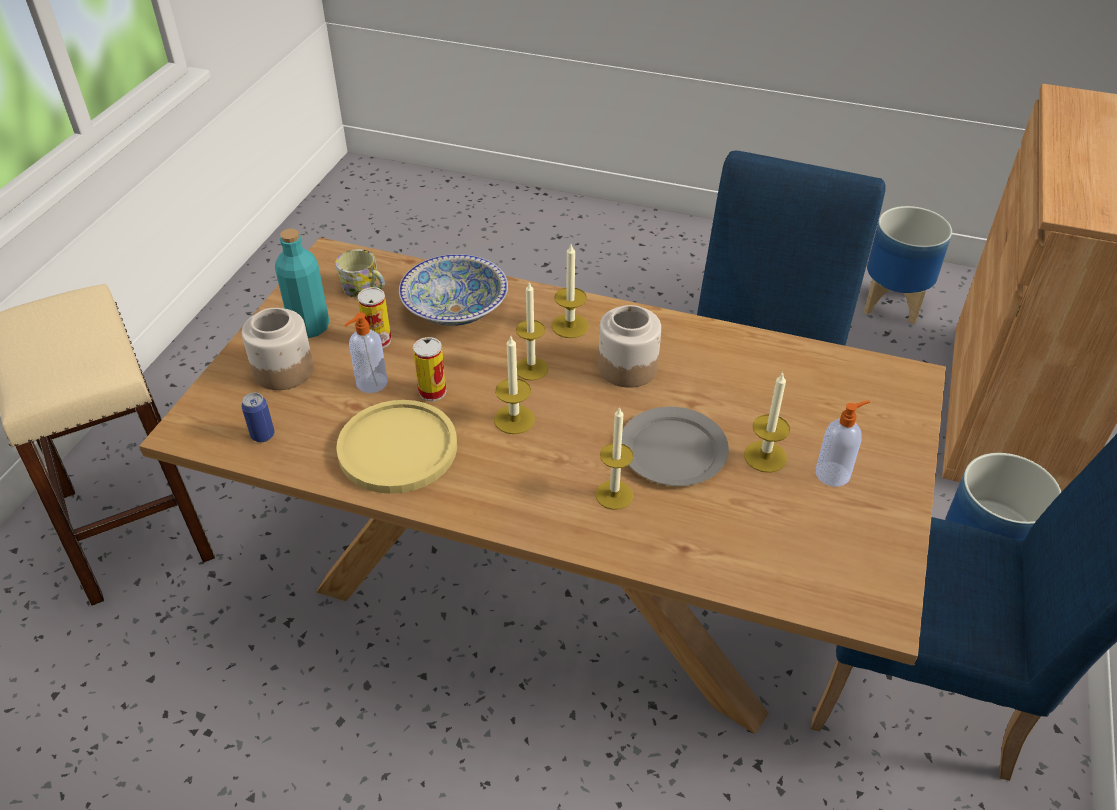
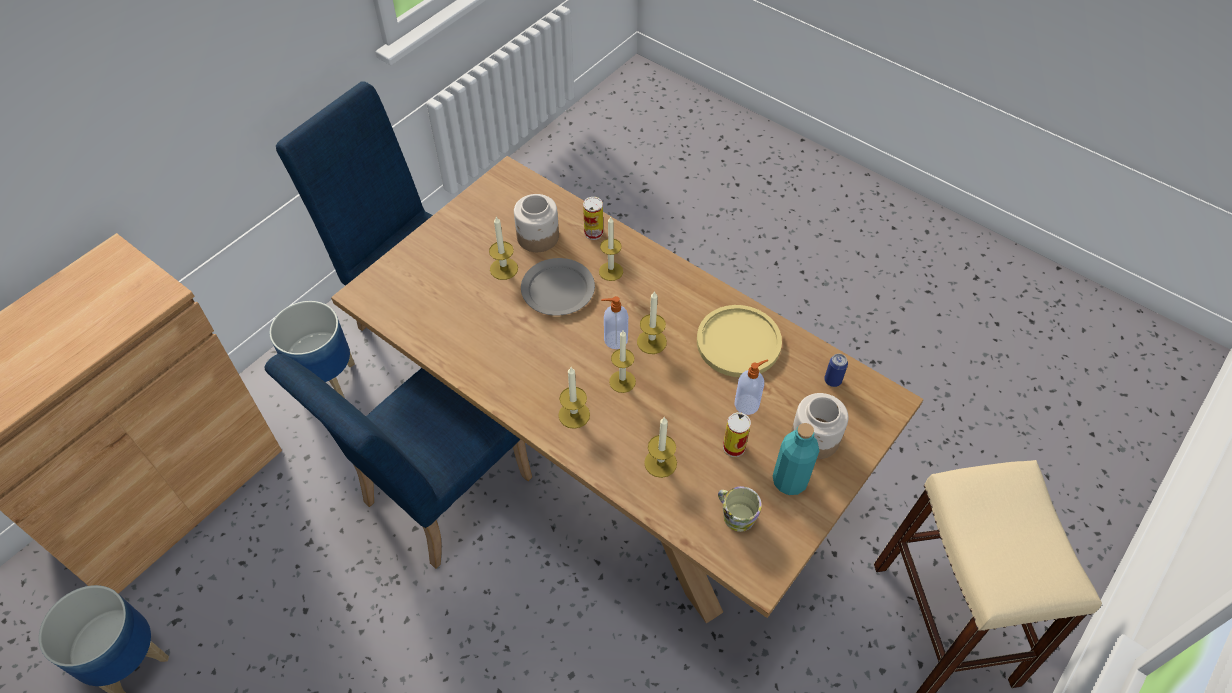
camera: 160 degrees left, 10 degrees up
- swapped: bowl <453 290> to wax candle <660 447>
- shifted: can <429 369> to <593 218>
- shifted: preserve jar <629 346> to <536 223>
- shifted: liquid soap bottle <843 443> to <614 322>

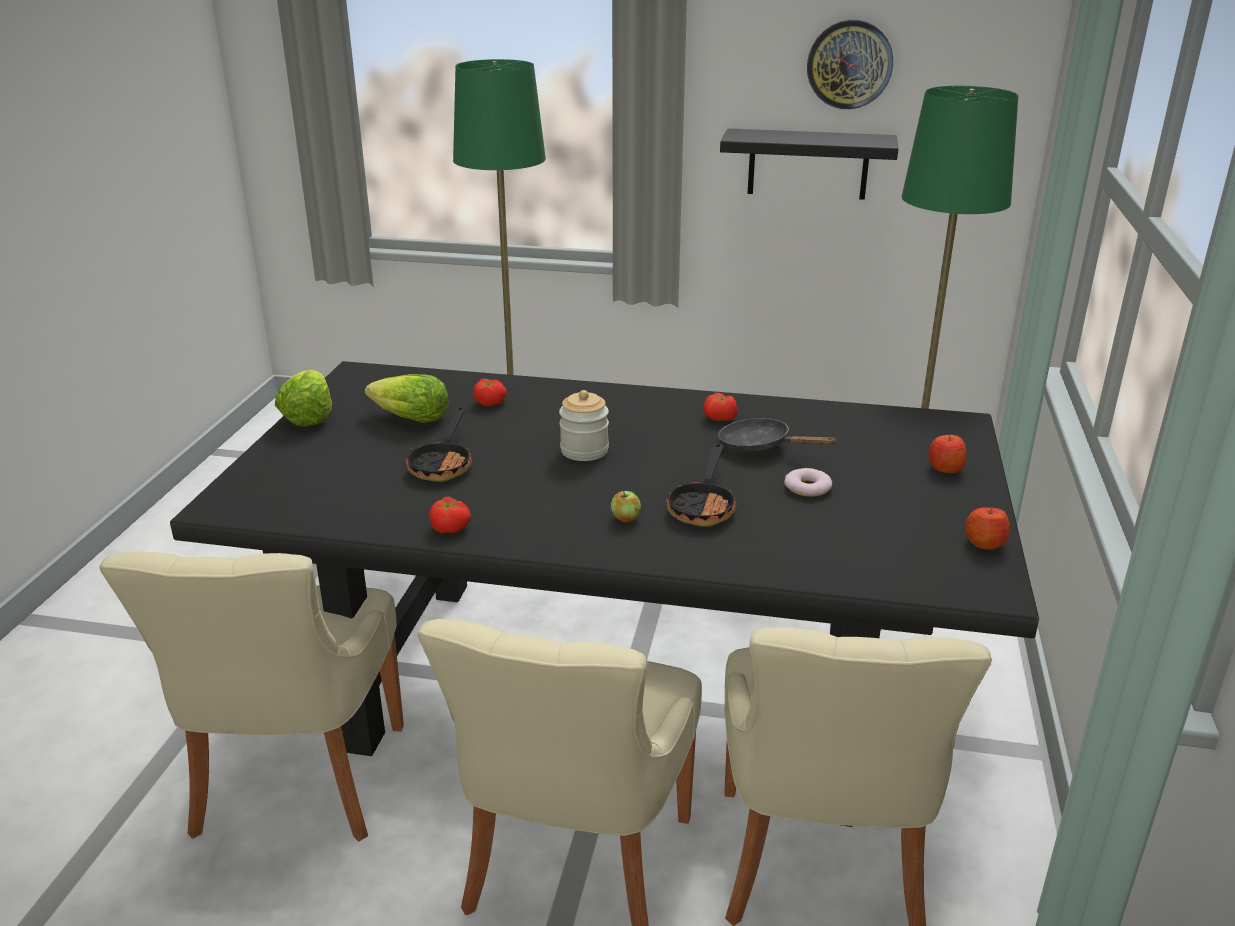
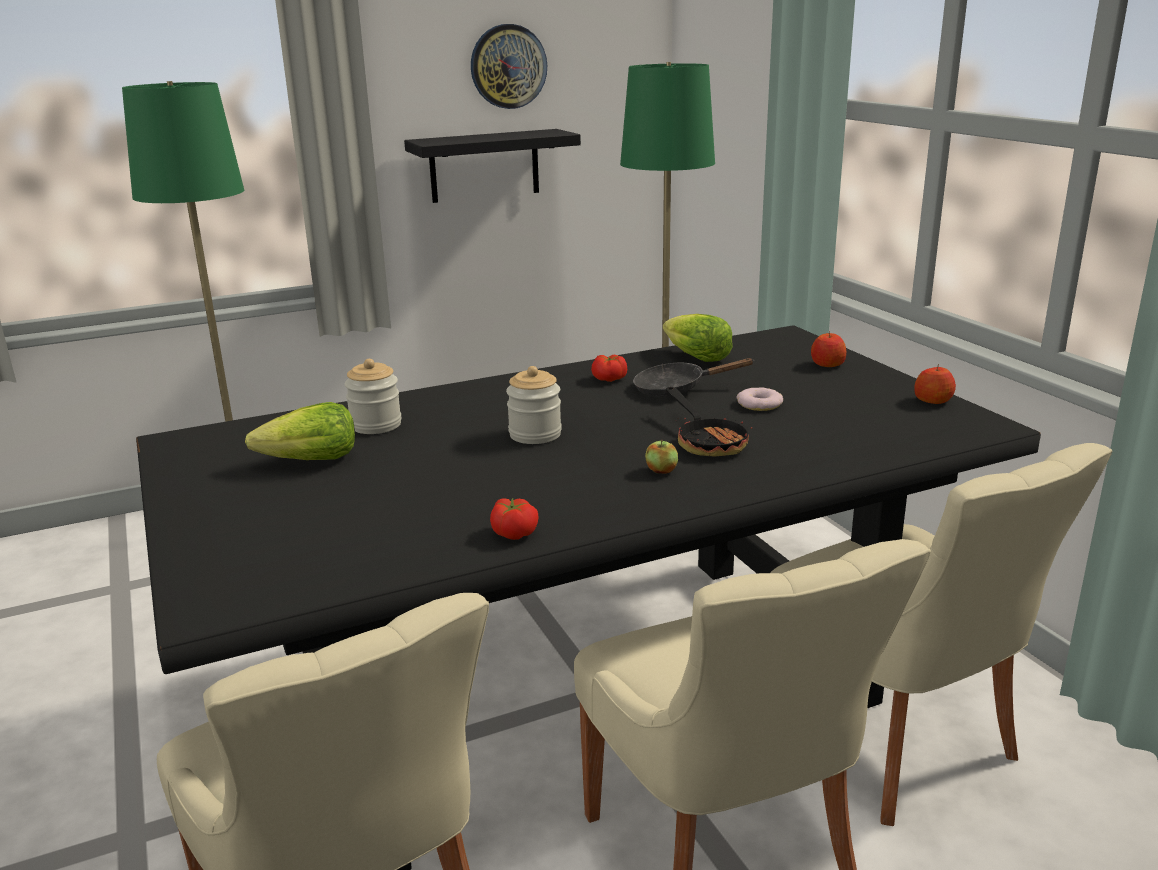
camera: 35 degrees left, 5 degrees down
- shifted: lettuce head <303 398> to <698 338>
- gone: pan <438 444>
- swapped: tomato <490 392> to preserve jar <373 396>

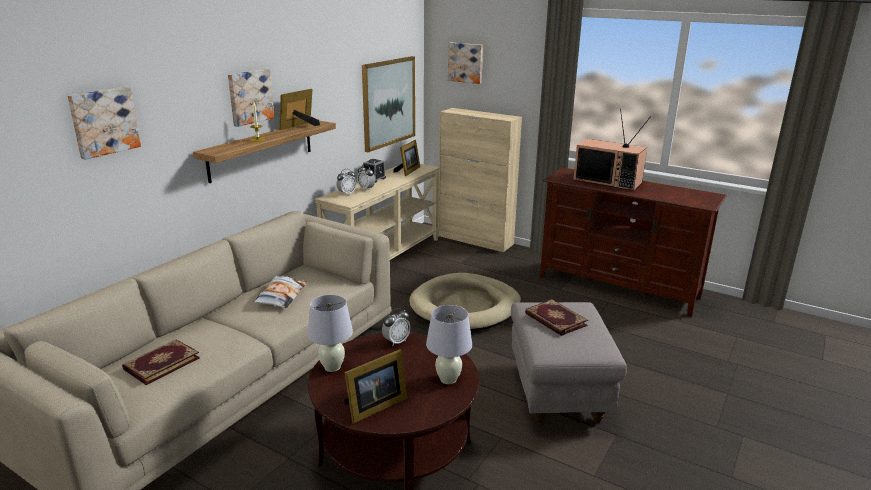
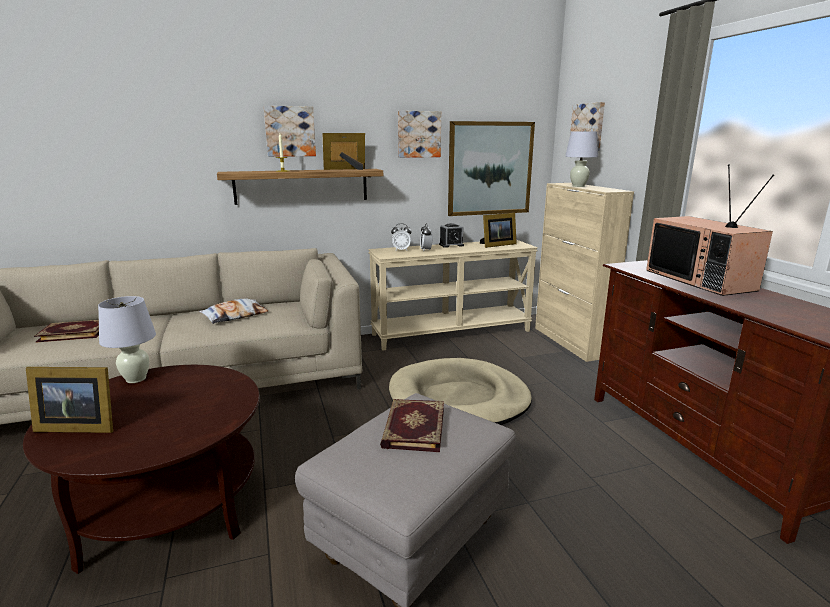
camera: 40 degrees right, 5 degrees down
- shifted: picture <104 123> to <419 134>
- gone: bedside clock <396 327>
- shifted: lamp for a table (white-coloured) <449 344> to <581 159>

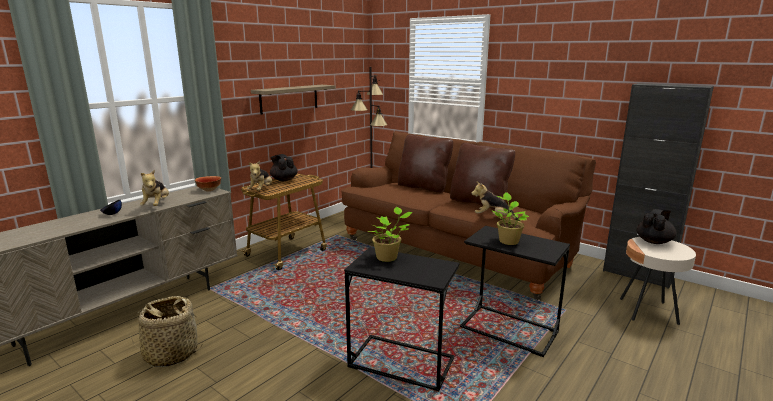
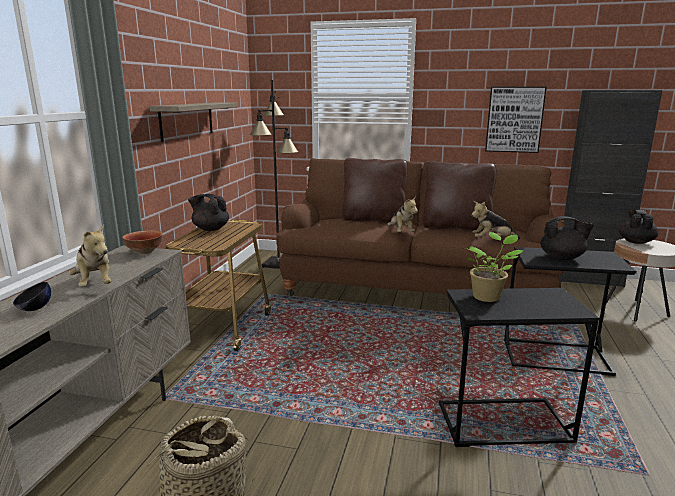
camera: 25 degrees left, 0 degrees up
- shifted: cuddly toy <259 176> to <403 214>
- swapped: houseplant <510 218> to pot for tea (black) <567 238>
- new: picture <516 120>

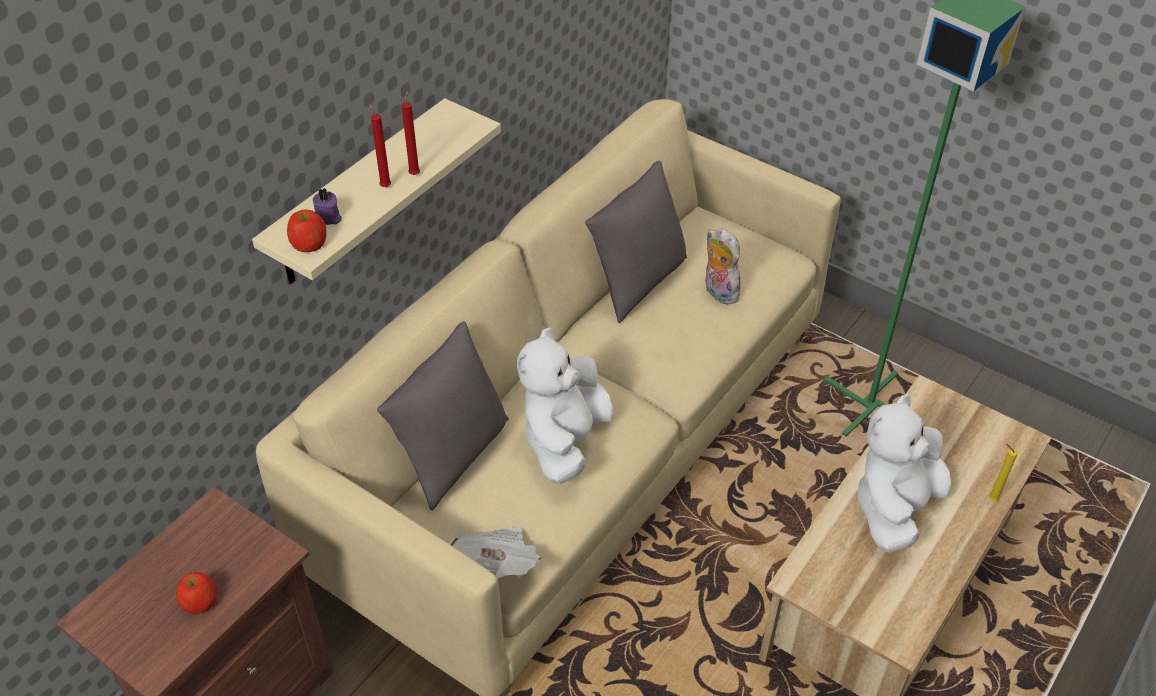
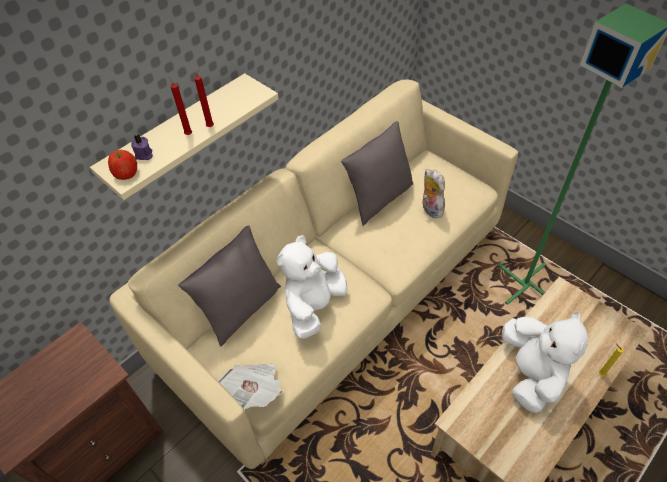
camera: 10 degrees right, 5 degrees up
- gone: apple fruit <196 593>
- rotated: cuddly toy (white-coloured) <903 473> = <545 362> 135 degrees clockwise

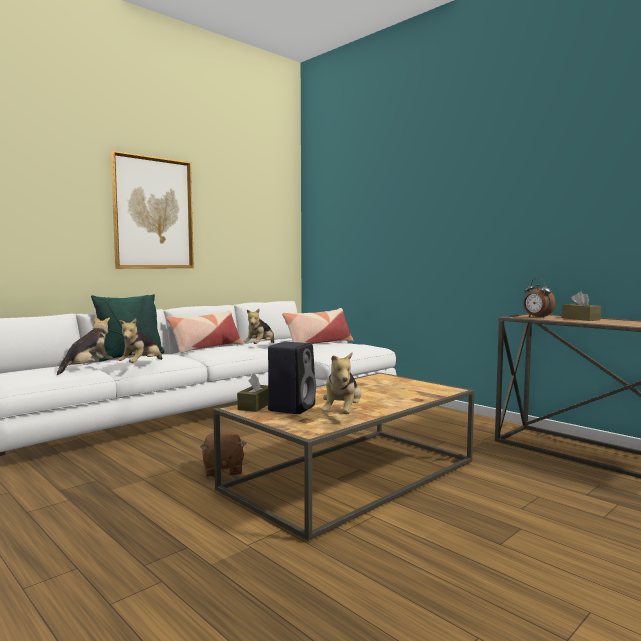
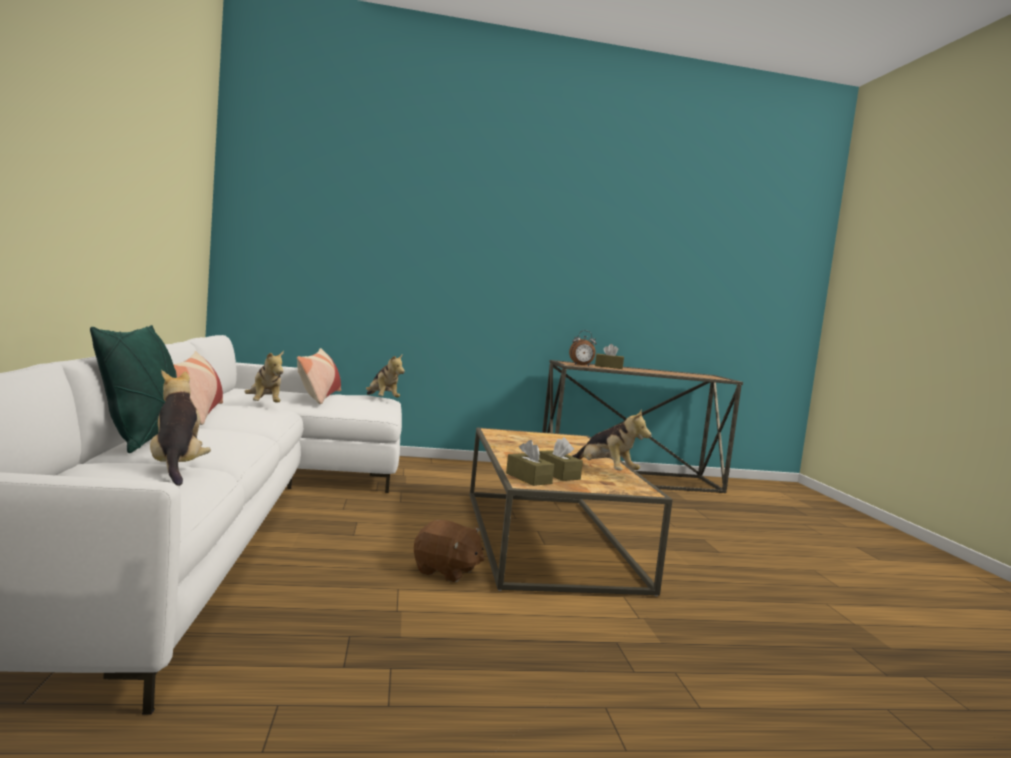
camera: 55 degrees left, 0 degrees up
- gone: picture <152 210>
- shifted: cuddly toy <140 341> to <385 376>
- swapped: loudspeaker (black) <292 378> to tissue holder (brownish) <561 459>

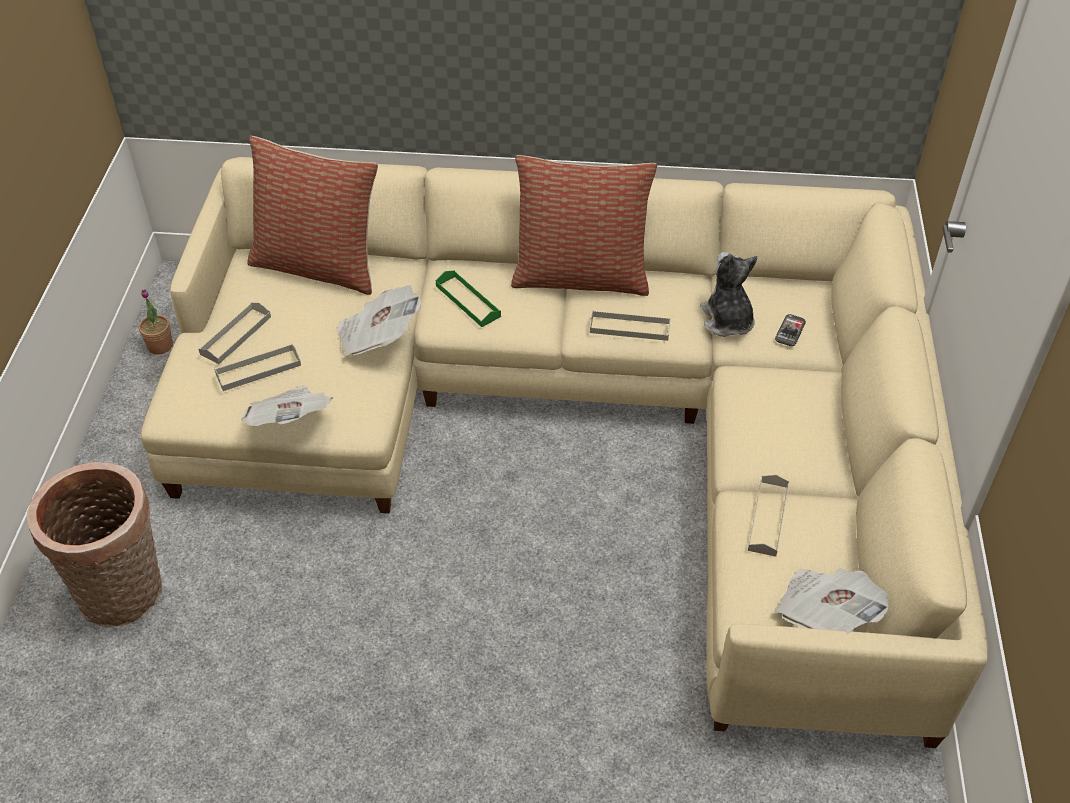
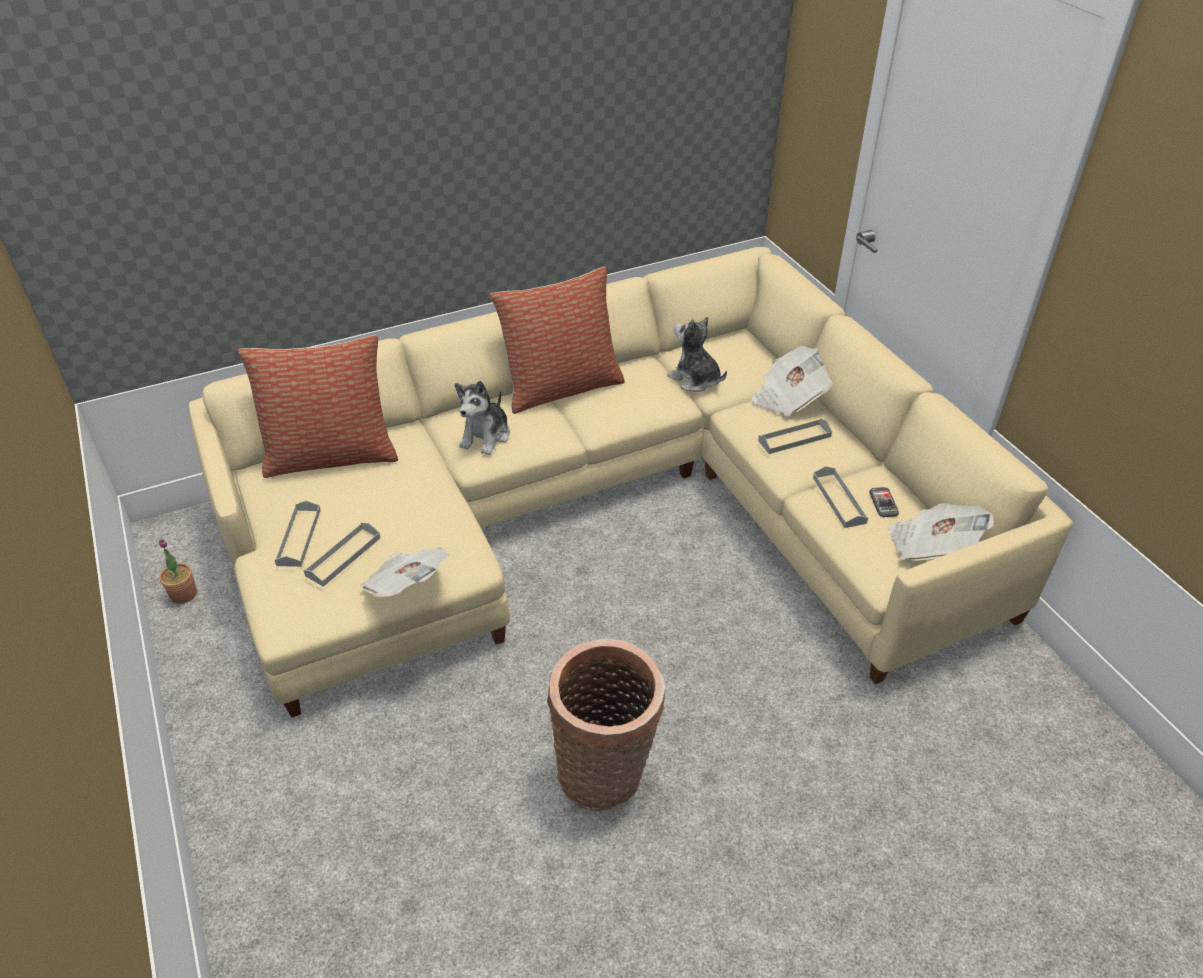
camera: 30 degrees left, 5 degrees down
- shifted: storage basket <94 544> to <606 725>
- shifted: newspaper <379 321> to <792 381>
- swapped: serving tray (green) <468 298> to cuddly toy <482 418>
- shifted: serving tray (greyish) <630 326> to <795 436>
- shifted: handset <790 330> to <884 502>

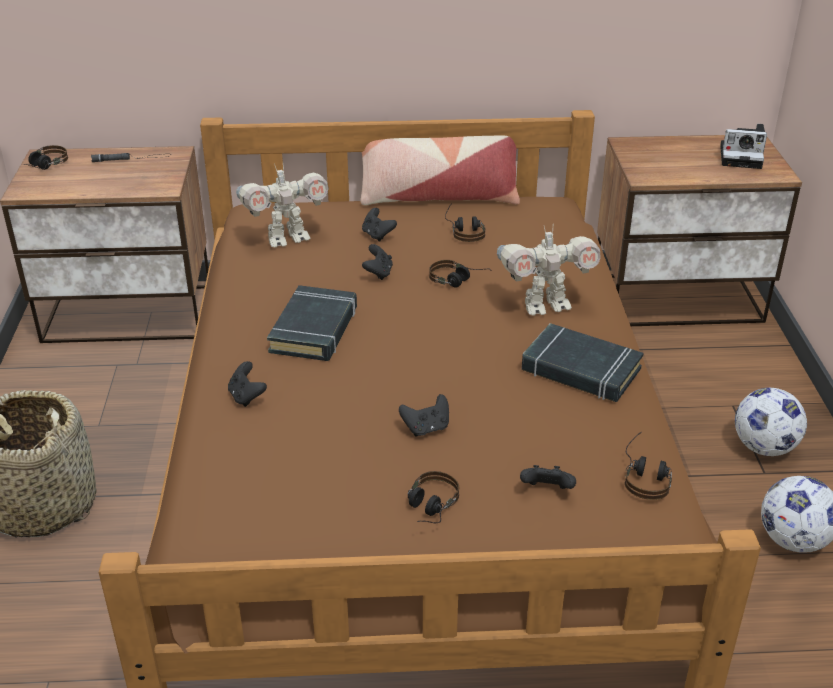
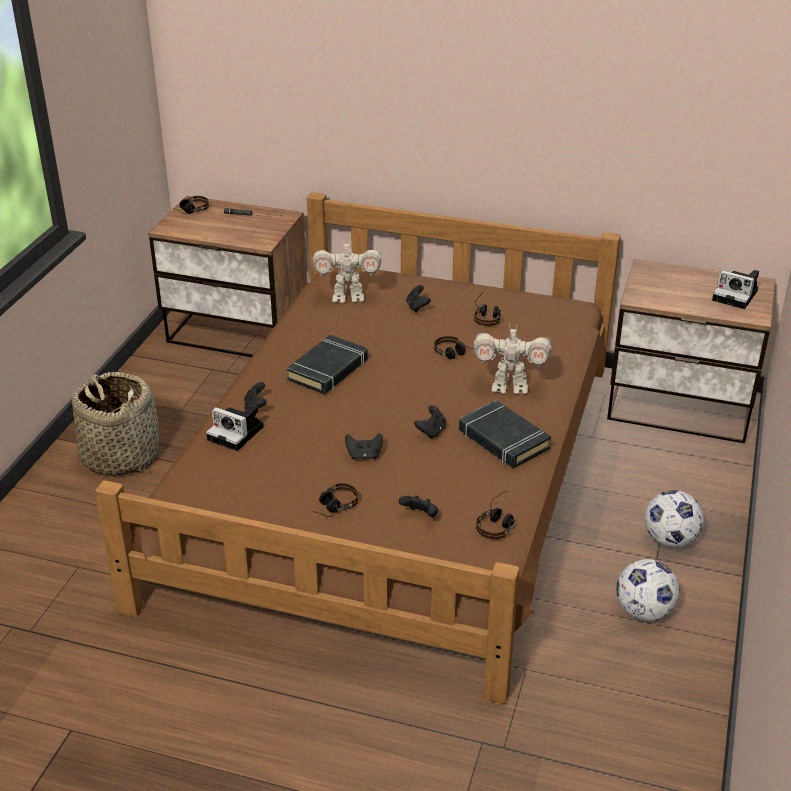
camera: 20 degrees right, 0 degrees up
- gone: cushion <440 170>
- shifted: joypad (black) <377 262> to <430 422>
- new: photo camera <235 428>

